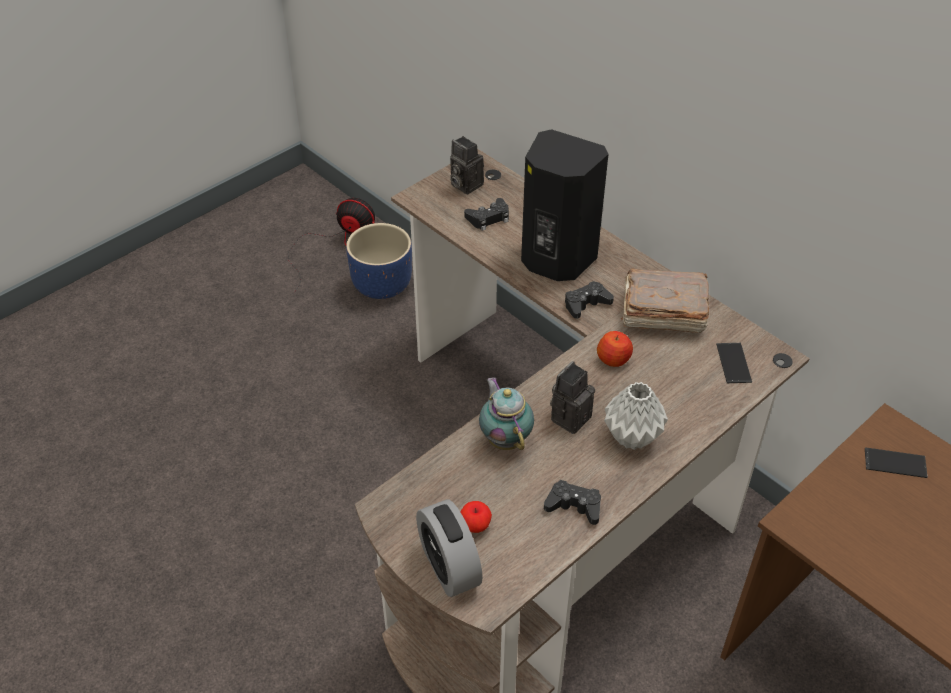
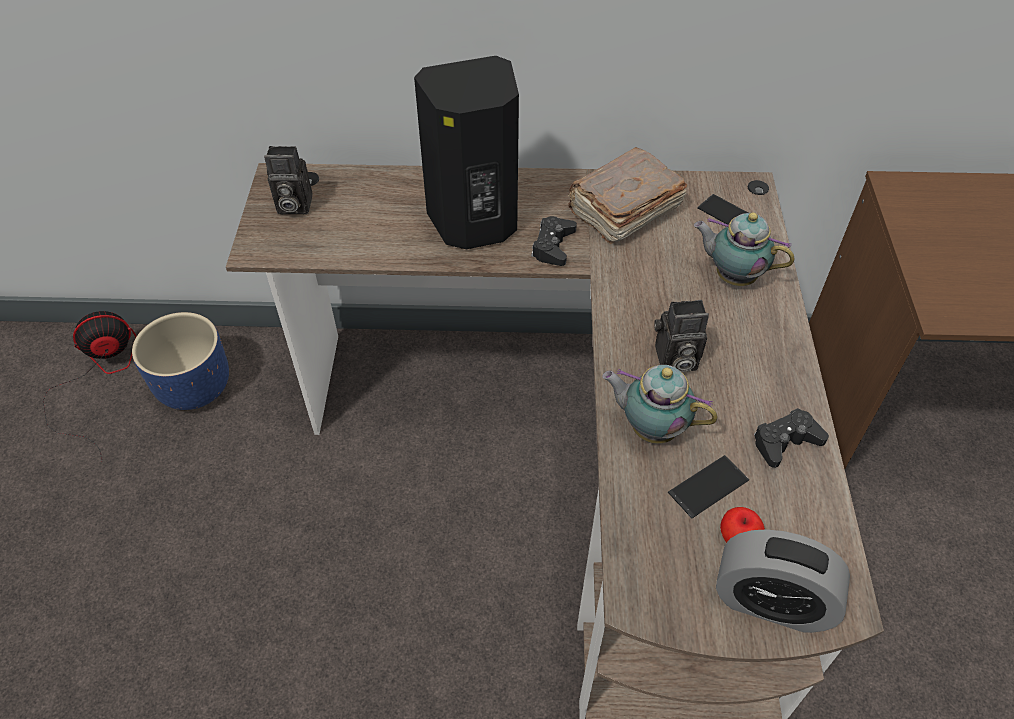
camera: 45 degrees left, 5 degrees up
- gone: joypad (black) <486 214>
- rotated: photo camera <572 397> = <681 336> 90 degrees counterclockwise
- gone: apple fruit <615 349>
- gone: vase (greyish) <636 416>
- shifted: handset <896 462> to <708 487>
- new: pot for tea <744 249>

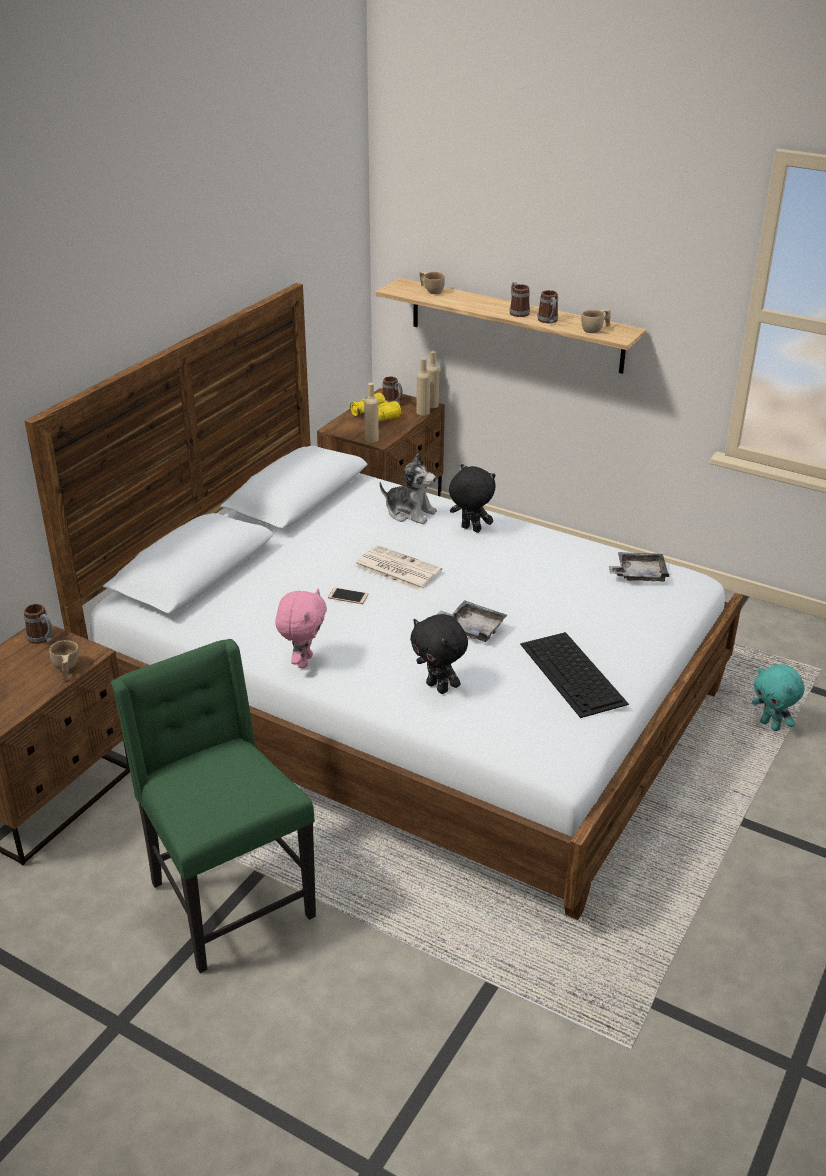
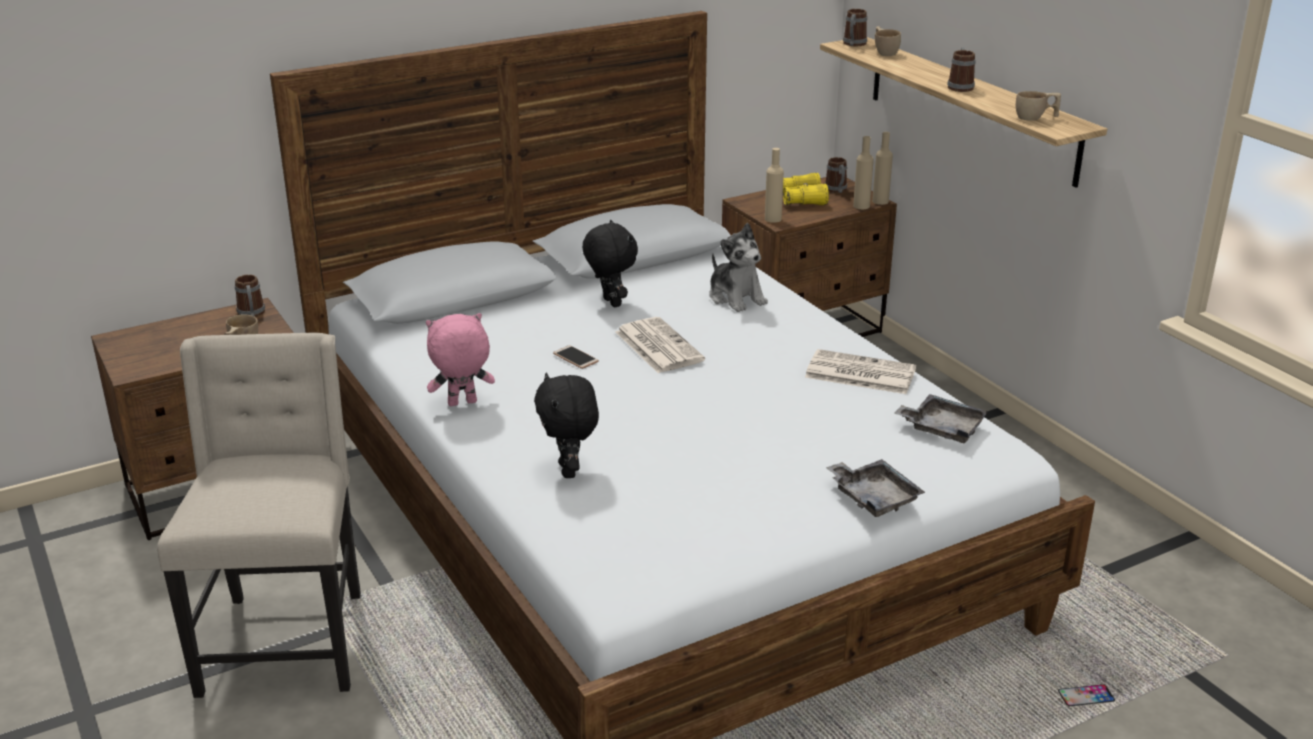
camera: 30 degrees right, 5 degrees down
- repainted: plain chair (green) <213 806> to plain chair (sand-coloured) <259 515>
- rotated: cuddly toy (pink-coloured) <301 628> = <460 359> 150 degrees counterclockwise
- shifted: serving tray (greyish) <472 621> to <875 488>
- shifted: cuddly toy (black) <472 498> to <610 263>
- gone: computer keyboard <574 675>
- shifted: tea mug <547 307> to <855 27>
- swapped: cuddly toy (turquoise) <778 697> to handset <1086 695>
- new: newspaper <860 371>

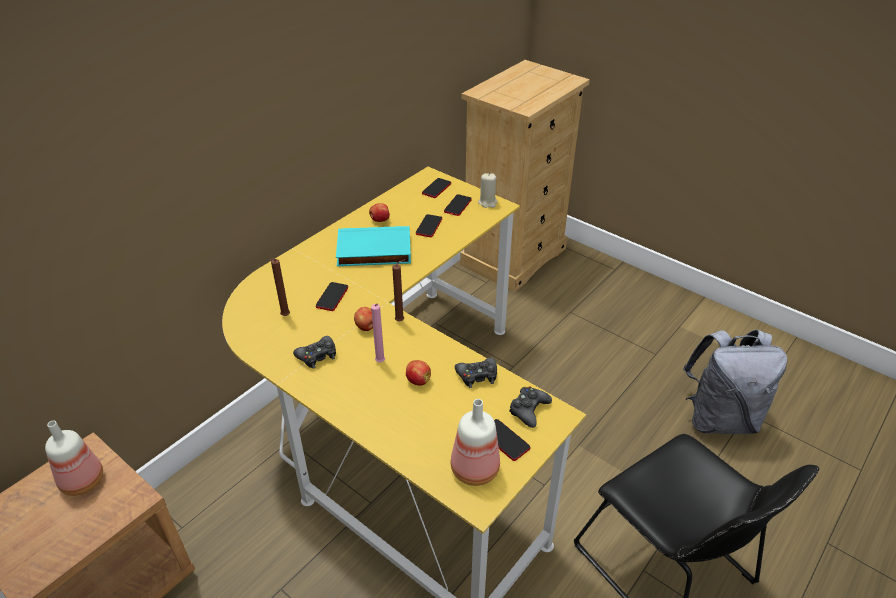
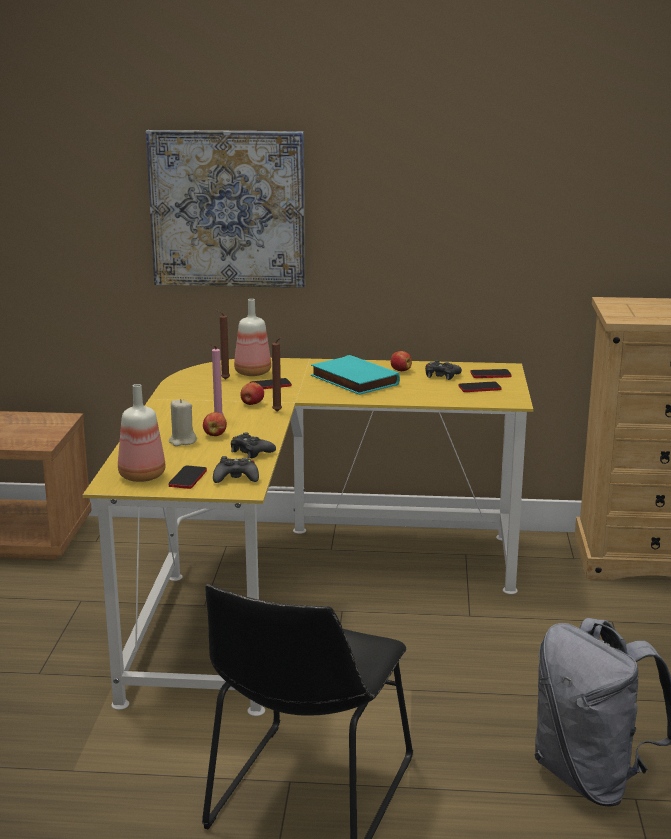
camera: 55 degrees right, 20 degrees down
- shifted: beverage bottle <74 458> to <252 337>
- shifted: joypad (black) <314 352> to <443 370>
- gone: handset <429 225>
- shifted: wax candle (sand-coloured) <487 190> to <183 422>
- new: picture <225 209>

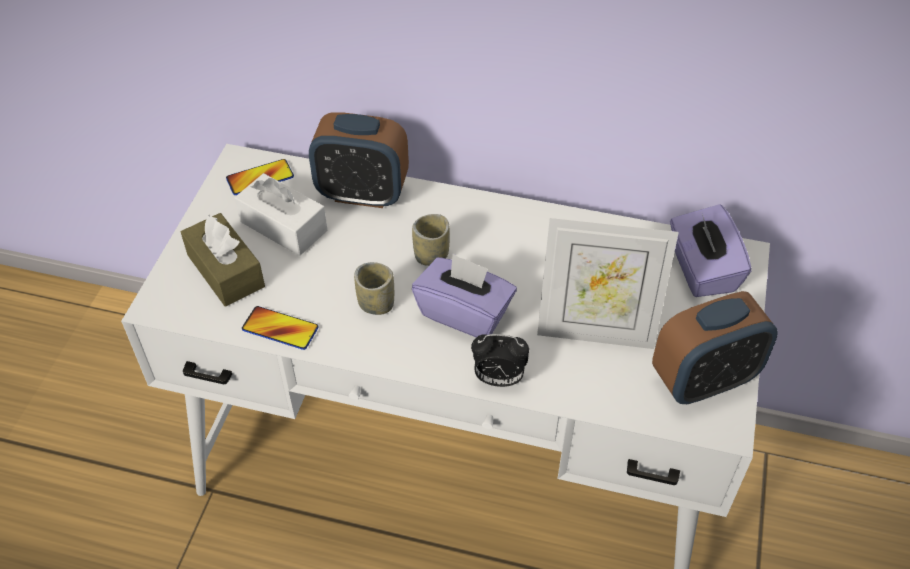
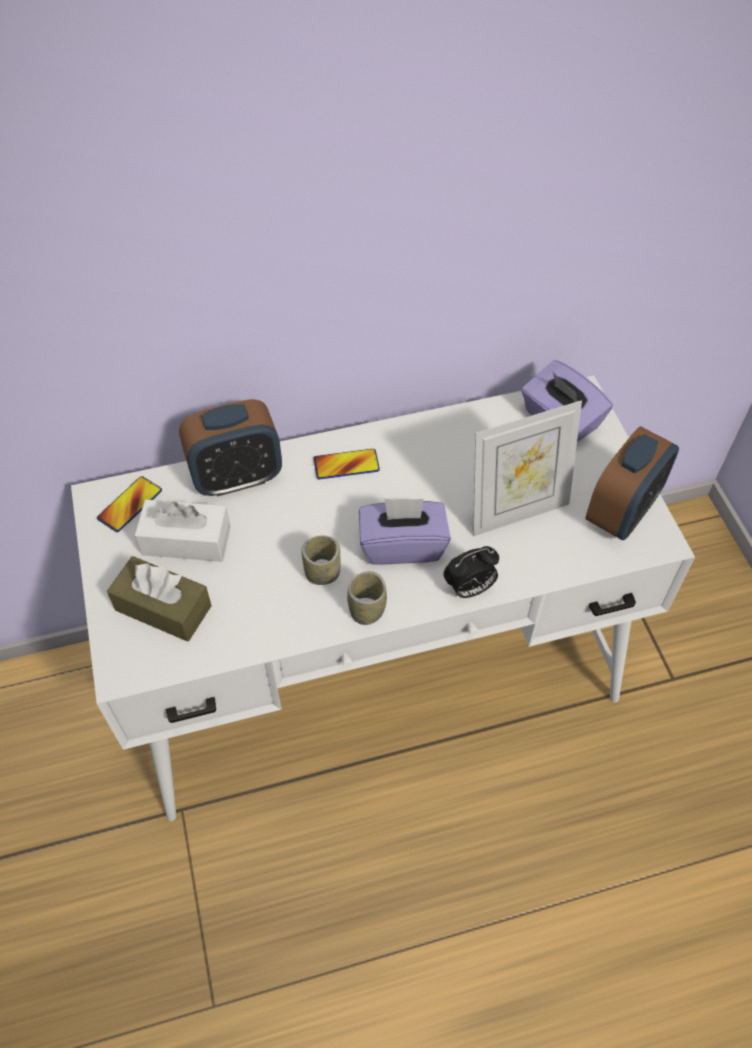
camera: 30 degrees left, 5 degrees up
- shifted: handset <280 328> to <346 464>
- shifted: drinking cup <431 240> to <367 598>

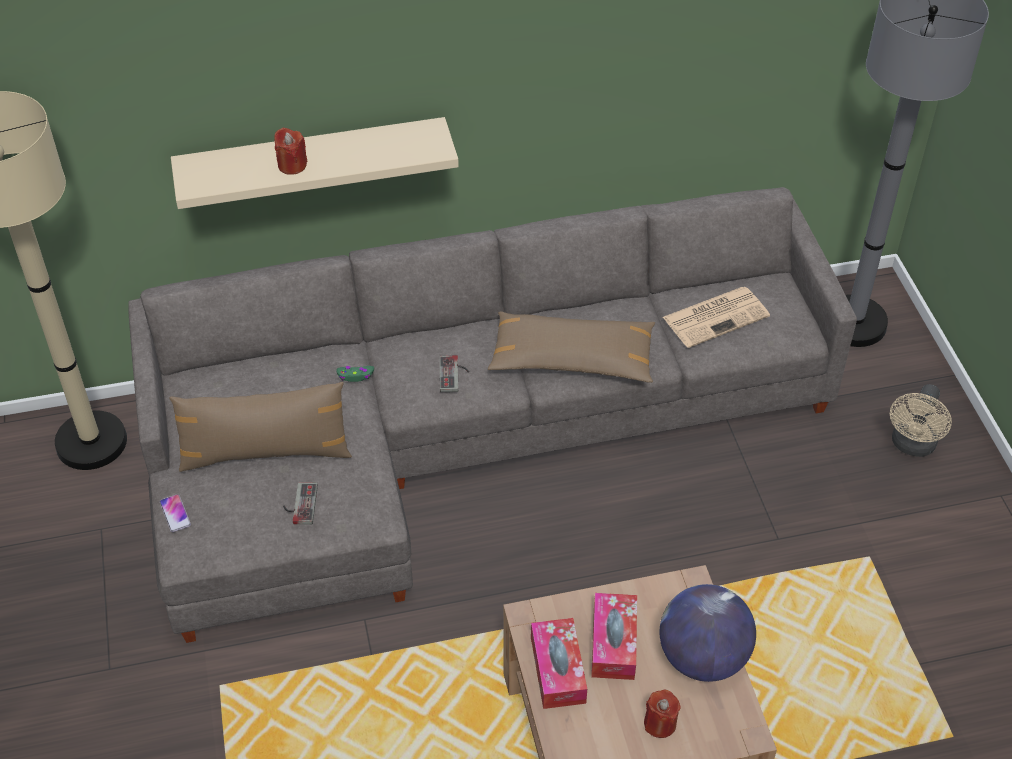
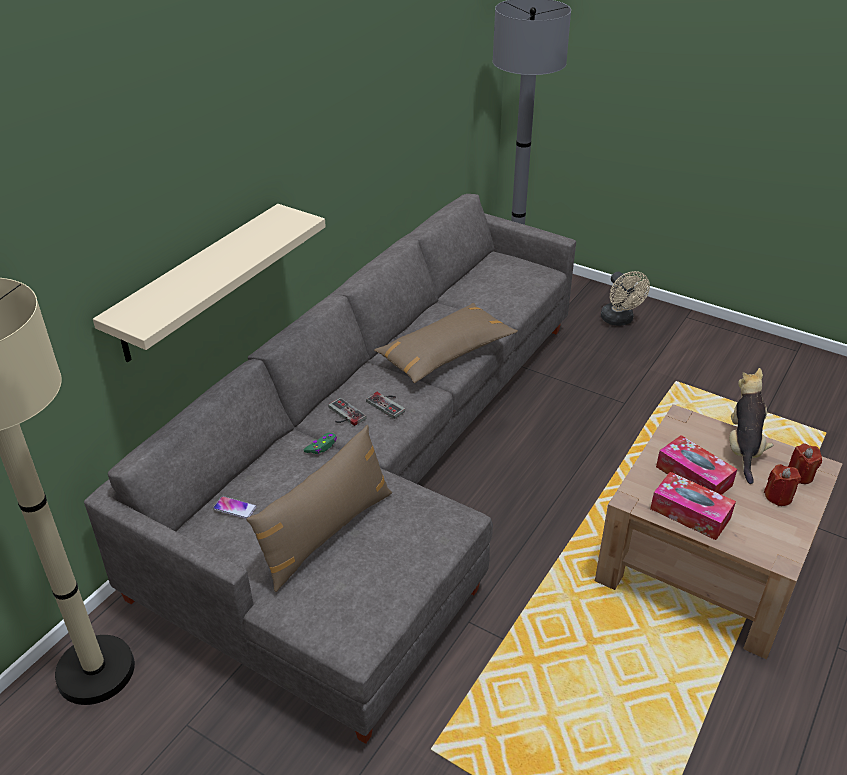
camera: 45 degrees left, 10 degrees down
- shifted: handset <175 513> to <235 507>
- shifted: wax candle (red-coloured) <290 151> to <805 463>
- shifted: joypad <300 503> to <347 412>
- swapped: desk globe <708 633> to cuddly toy <751 426>
- gone: newspaper <716 317>

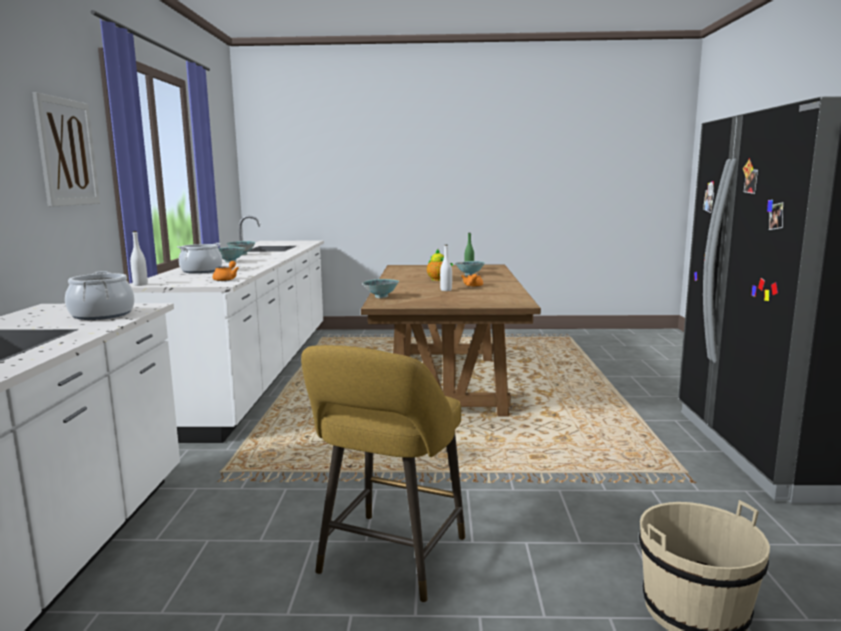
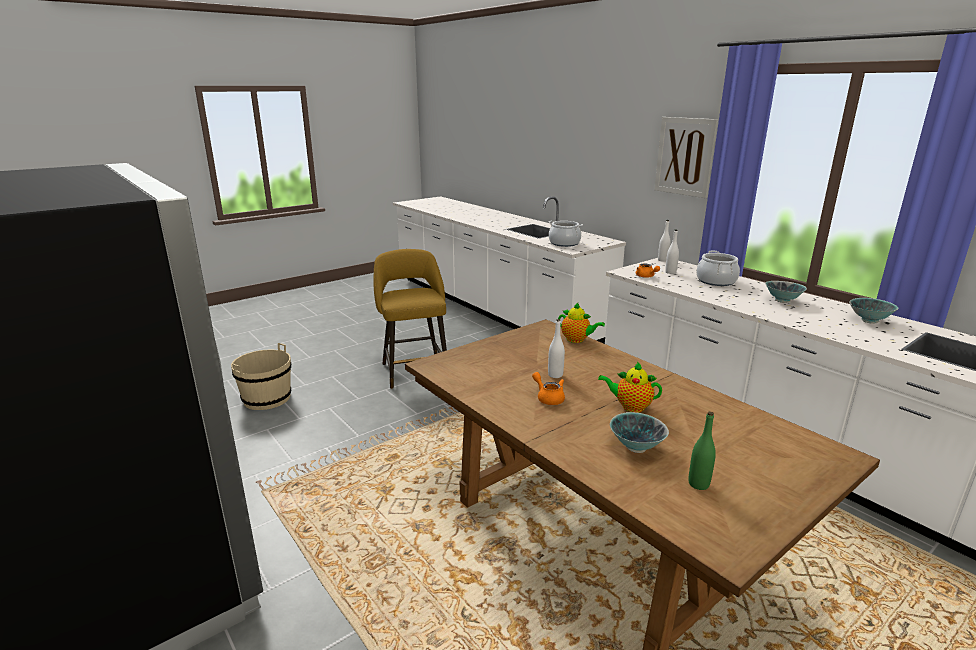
camera: 140 degrees right, 10 degrees up
- swapped: bowl <380 288> to pot for tea <581 323>
- new: beverage bottle (white-coloured) <672 252>

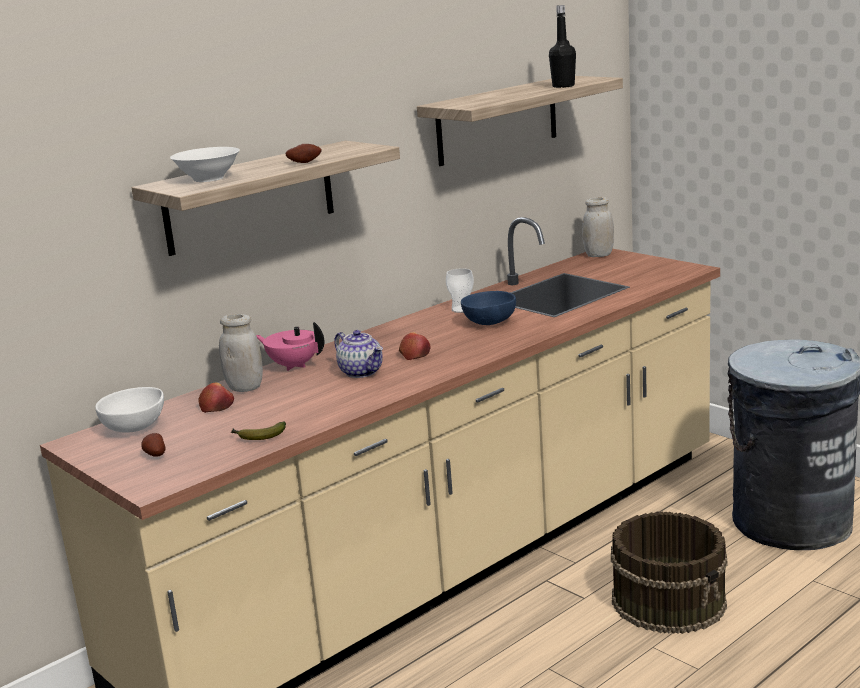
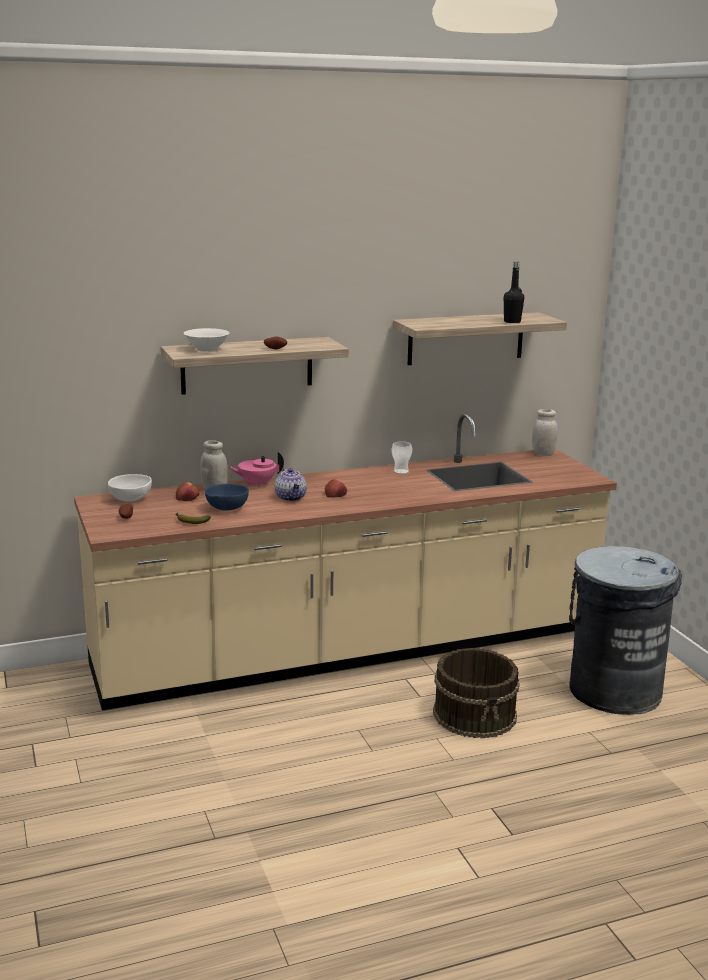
camera: 20 degrees right, 0 degrees up
- rotated: pot for tea (pink-coloured) <290 346> = <255 469> 60 degrees counterclockwise
- shifted: bowl (blue) <488 308> to <227 497>

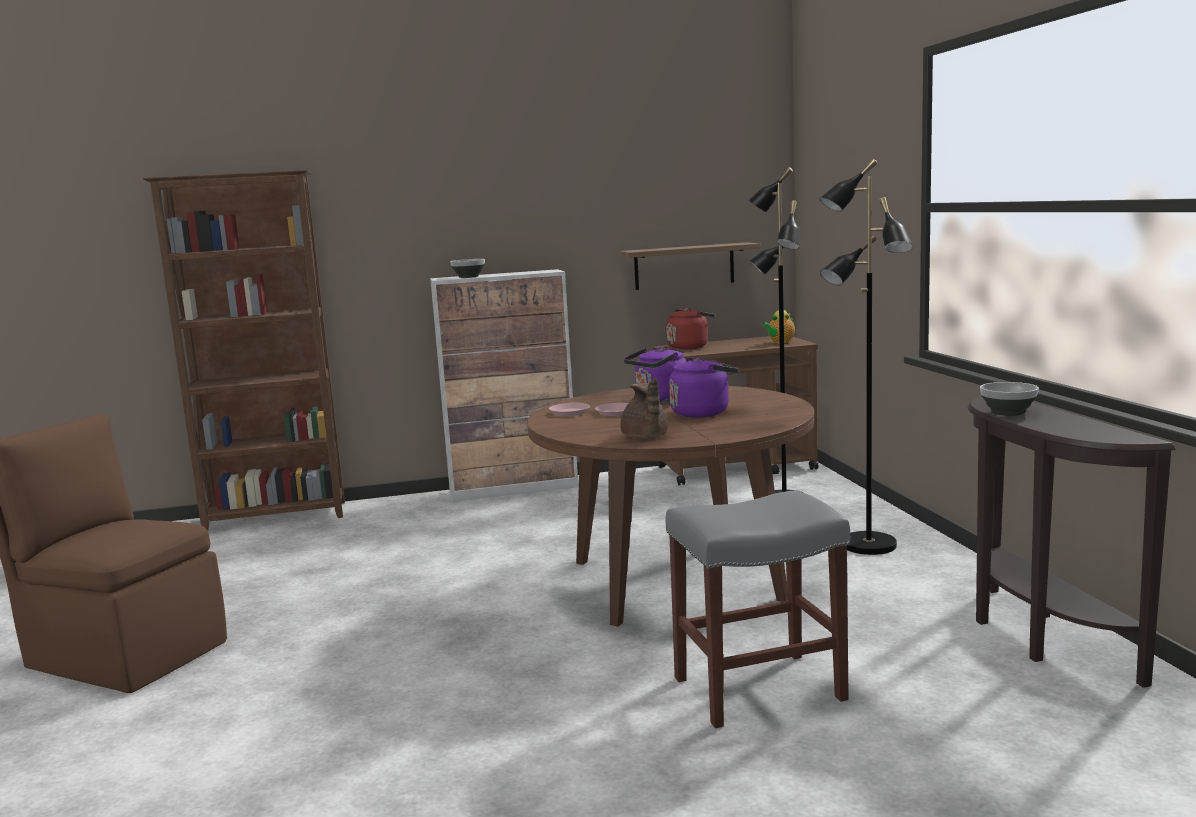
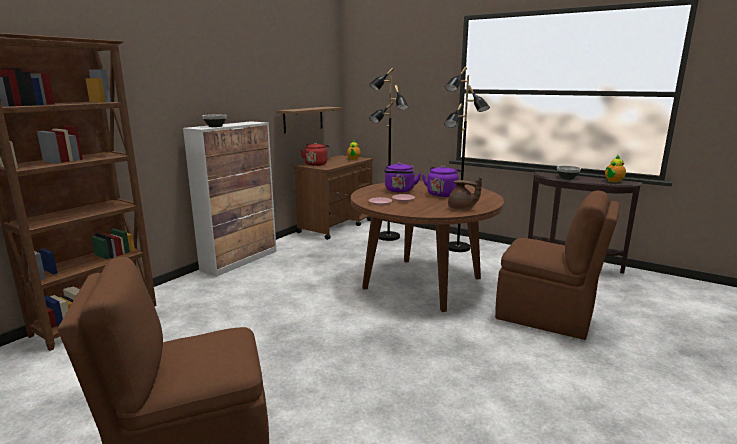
camera: 45 degrees left, 5 degrees up
- swapped: stool seat (greyish) <757 609> to plain chair (brownish) <557 265>
- new: pot for tea <615 168>

